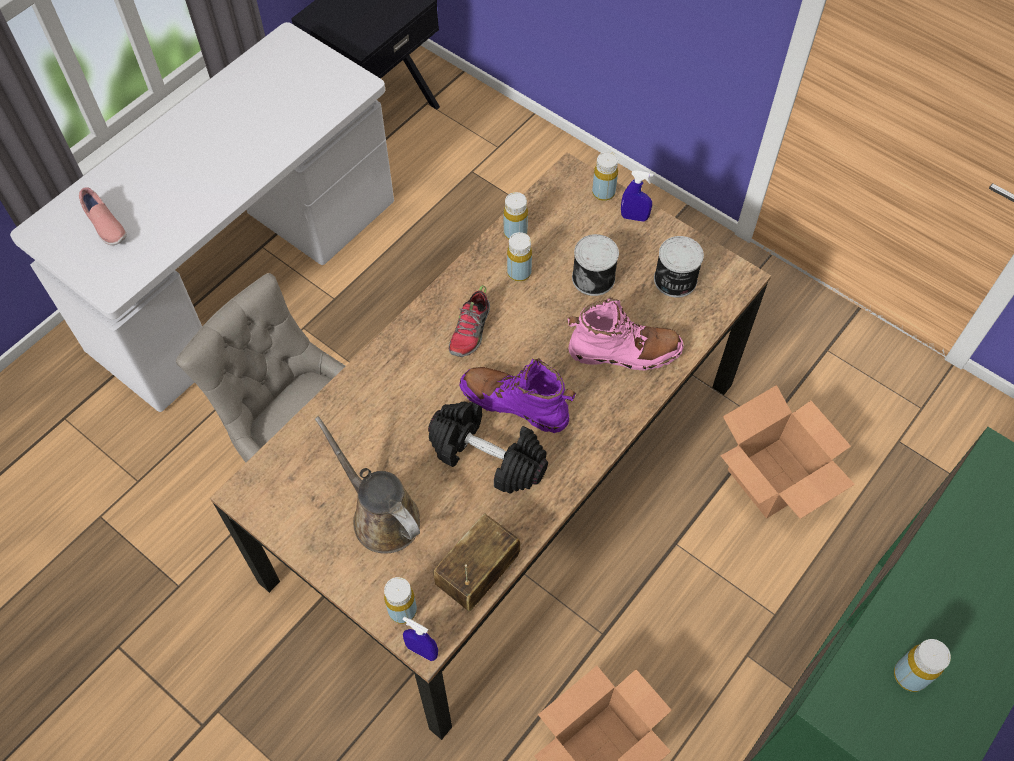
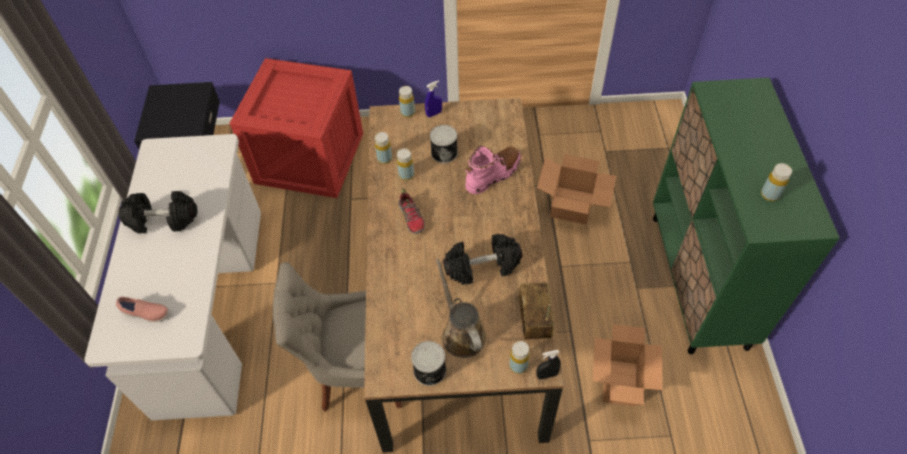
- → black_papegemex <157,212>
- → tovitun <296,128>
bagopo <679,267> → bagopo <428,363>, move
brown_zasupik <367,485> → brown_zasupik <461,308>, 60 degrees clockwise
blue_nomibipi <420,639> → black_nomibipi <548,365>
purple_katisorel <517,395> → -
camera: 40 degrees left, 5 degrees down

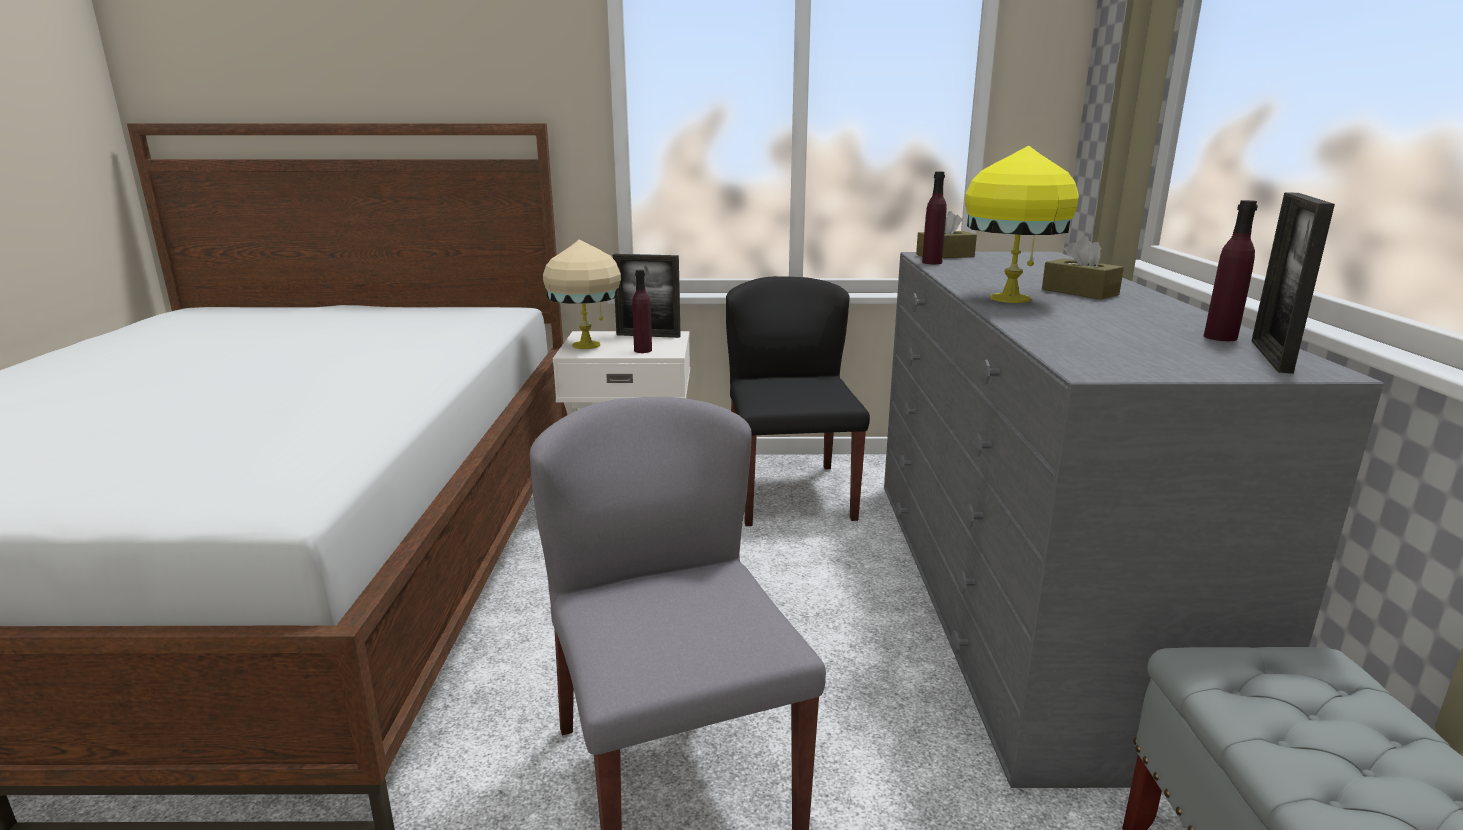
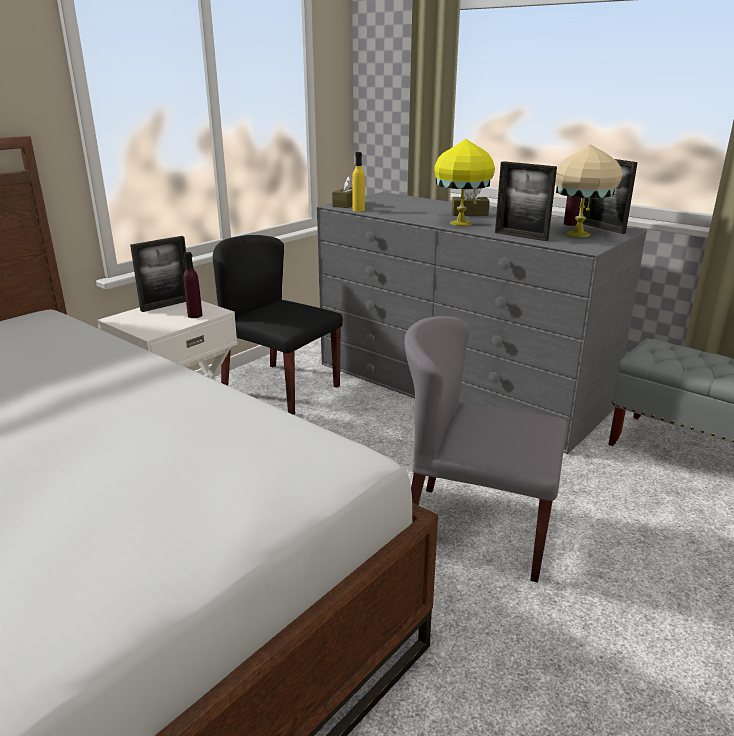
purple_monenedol <934,218> → yellow_monenedol <358,182>
- → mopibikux <526,201>
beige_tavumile <582,294> → beige_tavumile <588,190>, move
camera: 50 degrees left, 5 degrees up

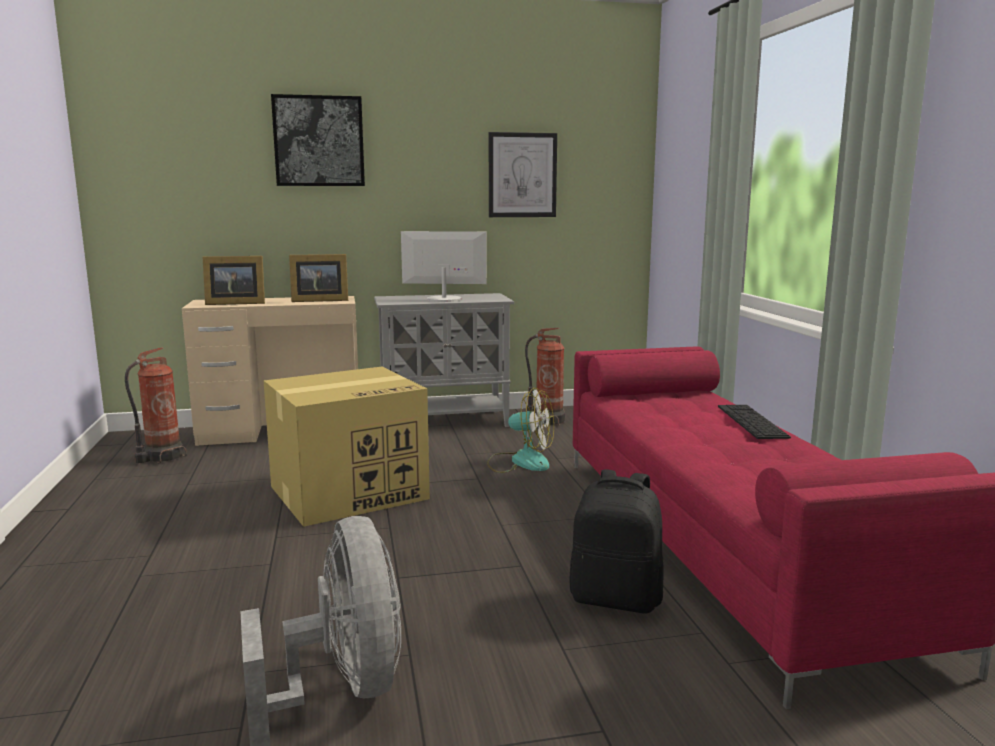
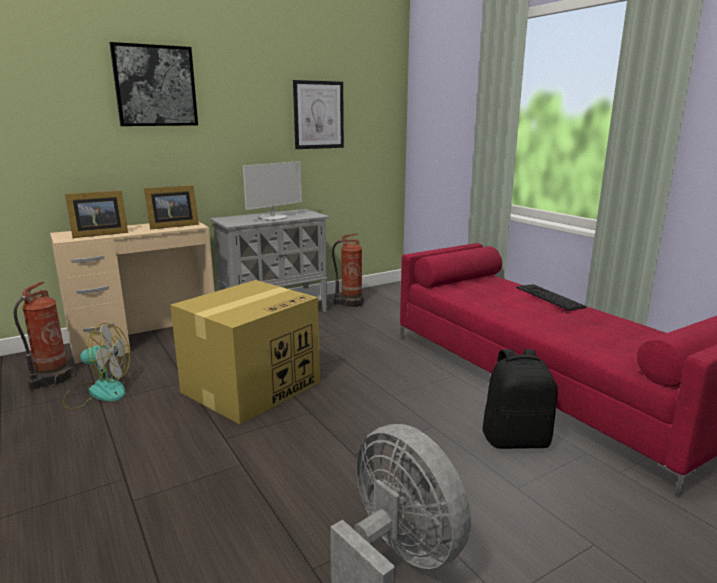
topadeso <520,430> → topadeso <96,366>, move
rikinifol <444,266> → rikinifol <272,191>, 150 degrees clockwise
camera: 20 degrees left, 5 degrees up

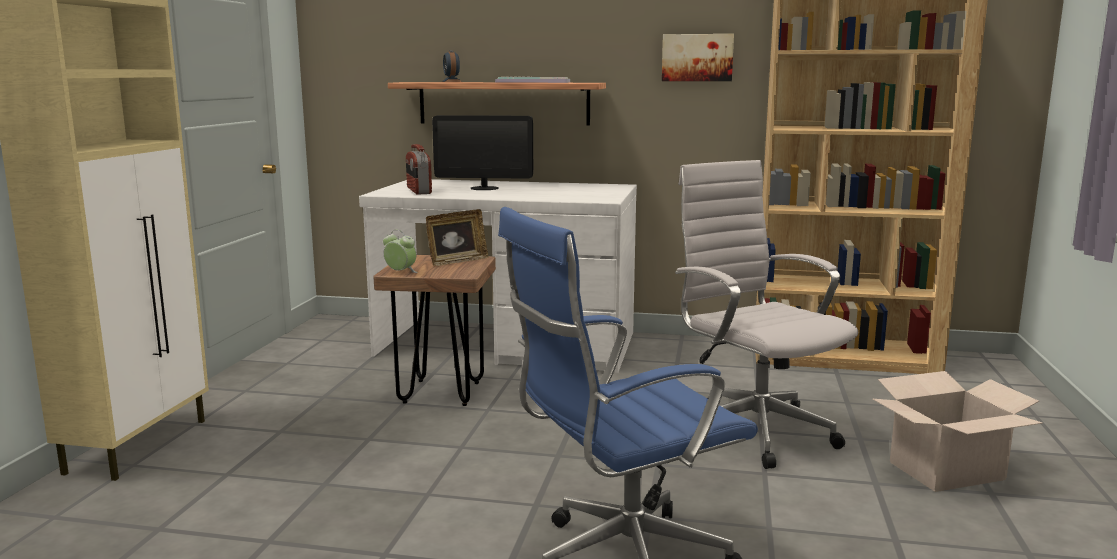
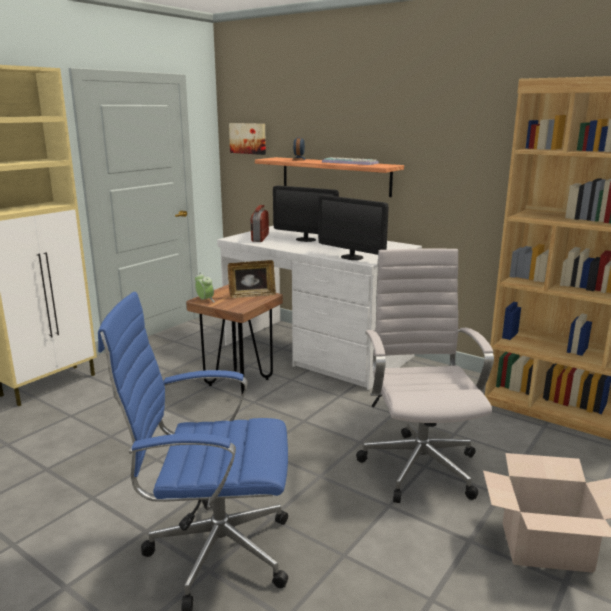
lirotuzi <698,57> → lirotuzi <247,139>, move
- → rikinifol <353,227>
camera: 25 degrees right, 5 degrees up

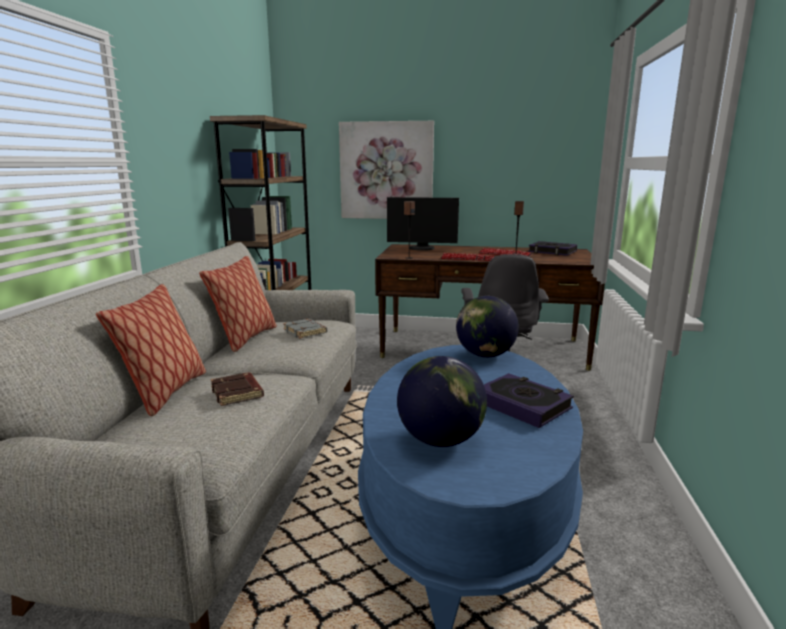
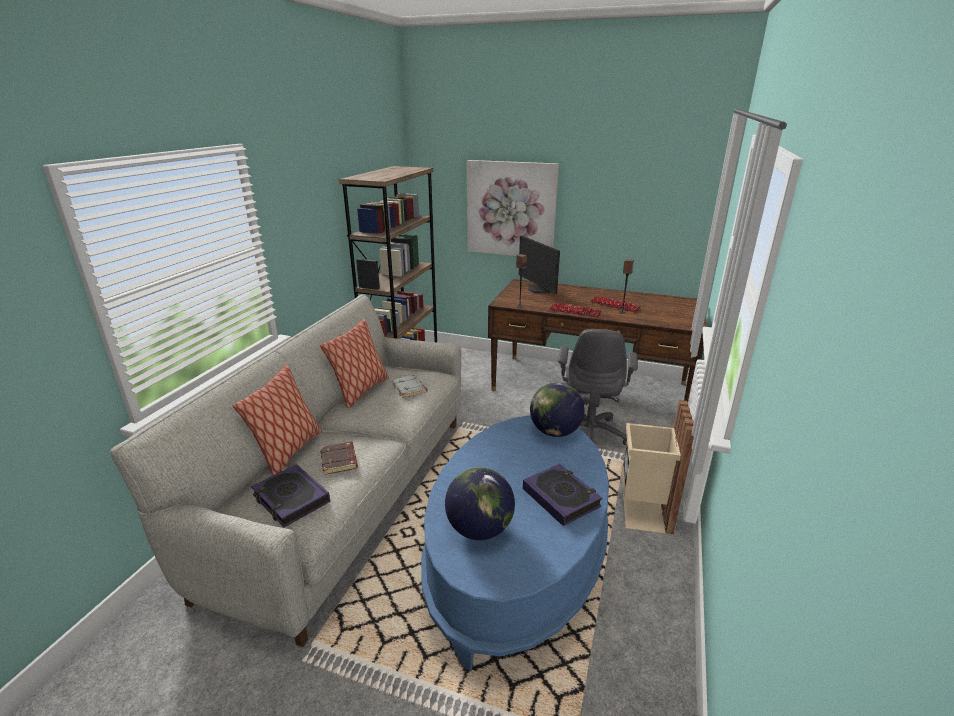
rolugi <552,248> → rolugi <291,495>, move
rikinifol <423,224> → rikinifol <539,264>, 45 degrees clockwise
- → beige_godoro <658,467>
camera: 10 degrees right, 10 degrees up

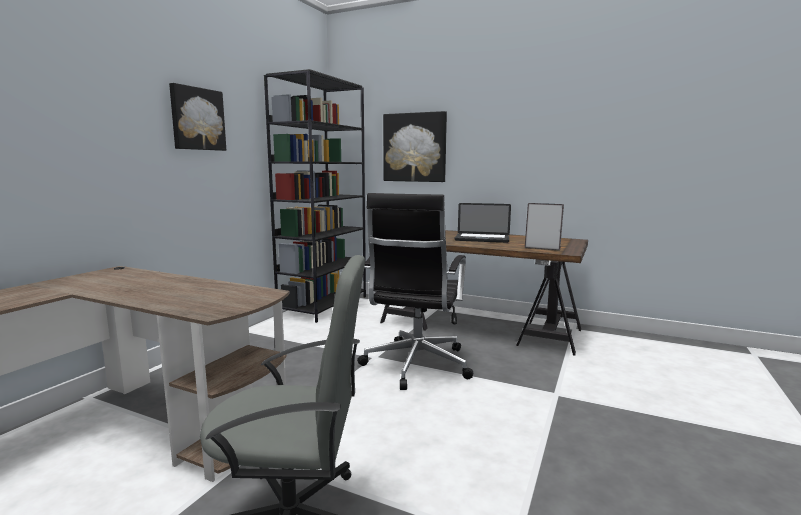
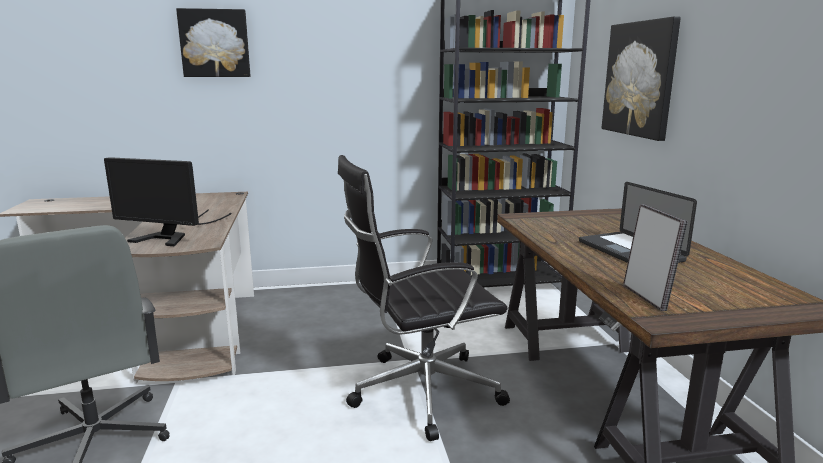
- → rikinifol <168,201>
lirotuzi <197,117> → lirotuzi <213,42>, move
camera: 55 degrees right, 5 degrees up

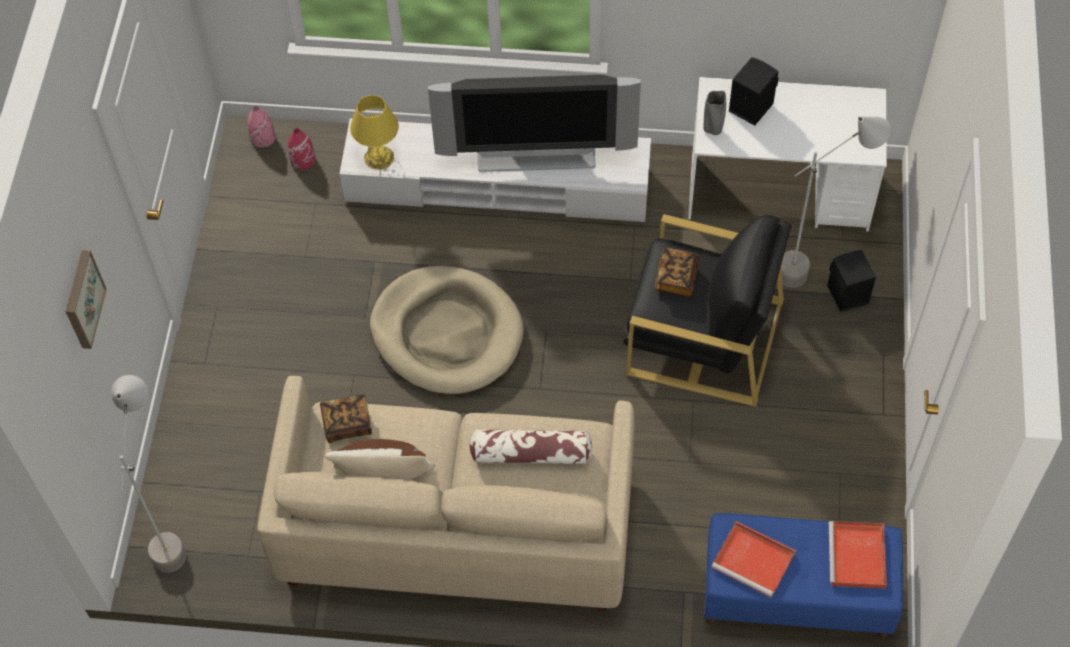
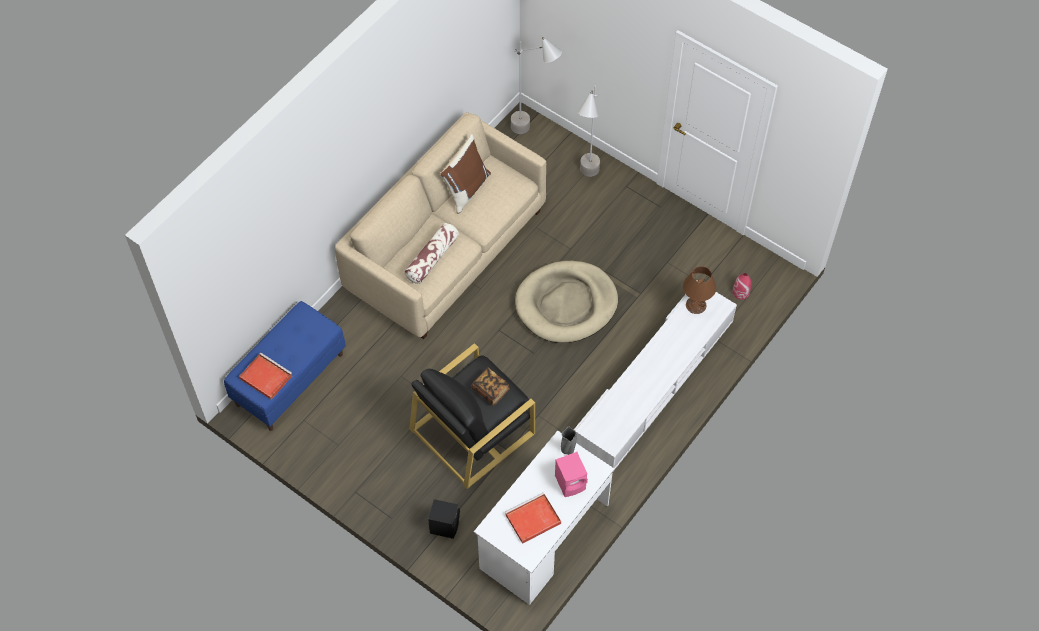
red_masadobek <754,559> → red_masadobek <533,518>, move
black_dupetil <753,91> → pink_dupetil <571,474>
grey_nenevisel <836,202> → grey_nenevisel <588,131>, move
yellow_tavumile <374,132> → brown_tavumile <699,290>
lirotuzi <86,299> → -
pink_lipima <261,127> → -
rolugi <346,418> → -
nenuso <534,123> → -
camera: 120 degrees right, 0 degrees up

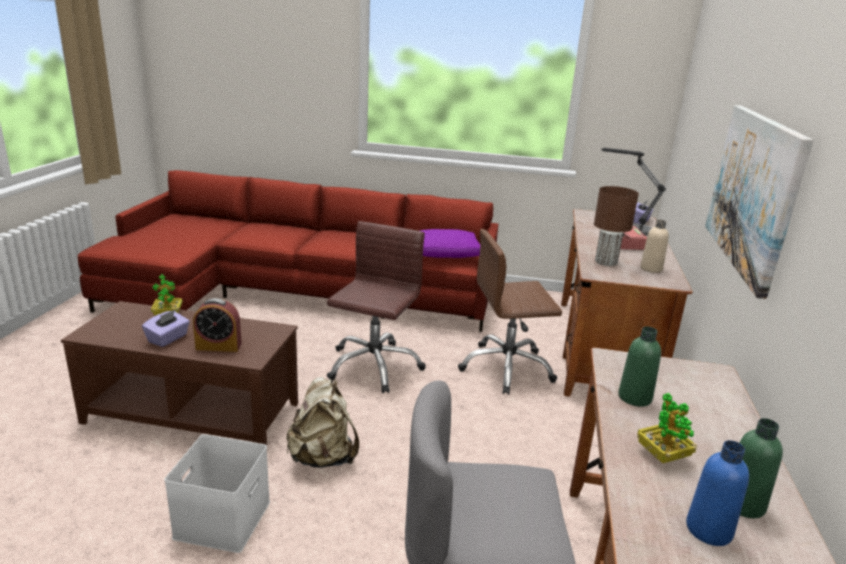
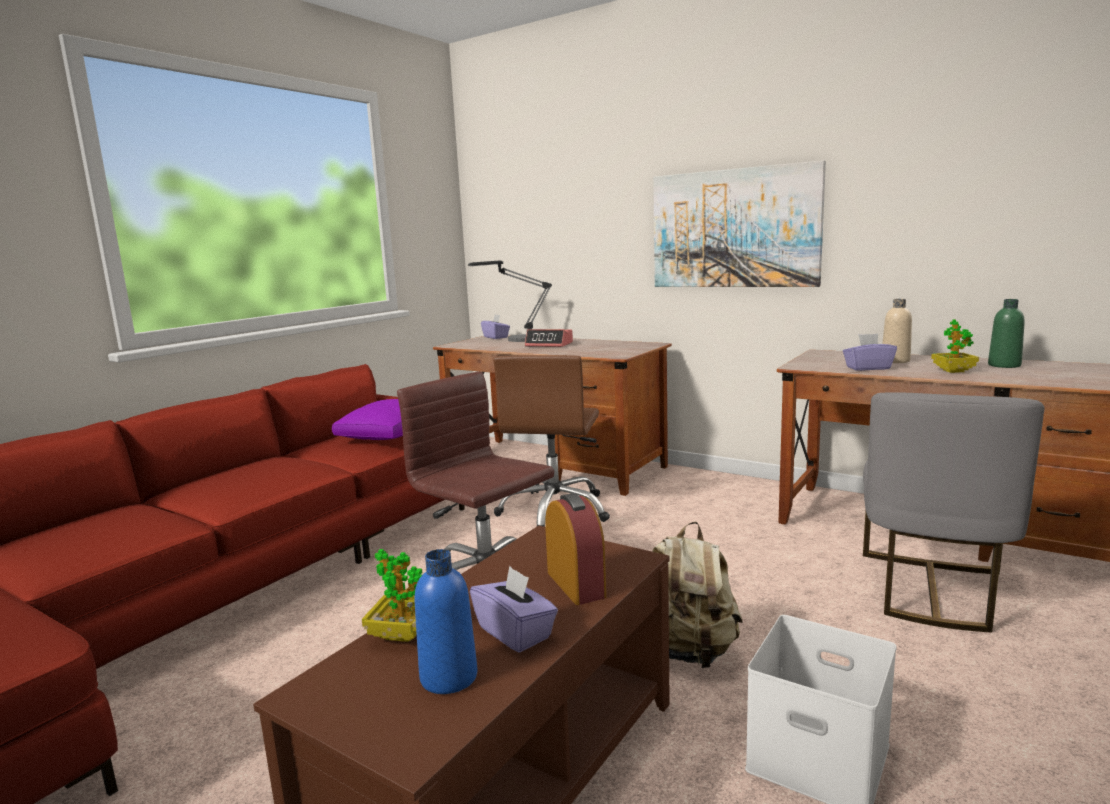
blue_monenedol <717,493> → blue_monenedol <446,621>, move
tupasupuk <217,325> → tupasupuk <575,549>, 45 degrees counterclockwise
green_monenedol <639,366> → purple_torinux <870,352>
beige_monenedol <654,246> → beige_monenedol <897,331>, move
brown_tavumile <616,226> → -
camera: 65 degrees left, 10 degrees down

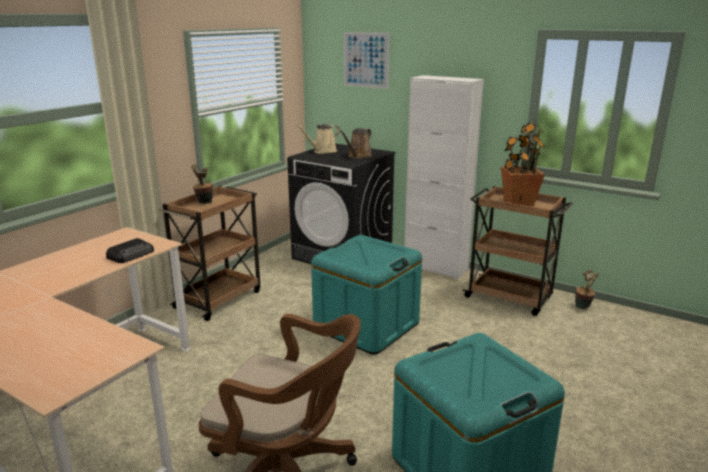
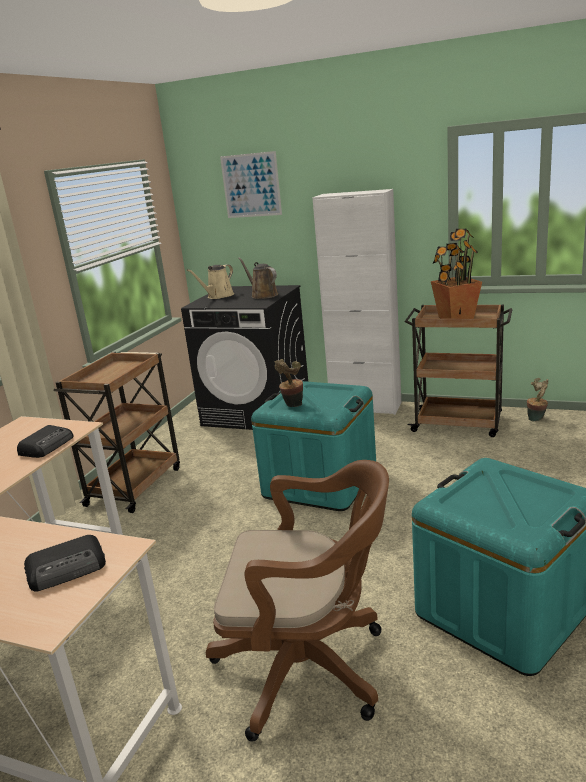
- → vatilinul <65,563>
brown_zasupik <356,143> → brown_zasupik <258,278>, 120 degrees clockwise
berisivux <201,184> → berisivux <288,383>, move
camera: 10 degrees left, 0 degrees up

